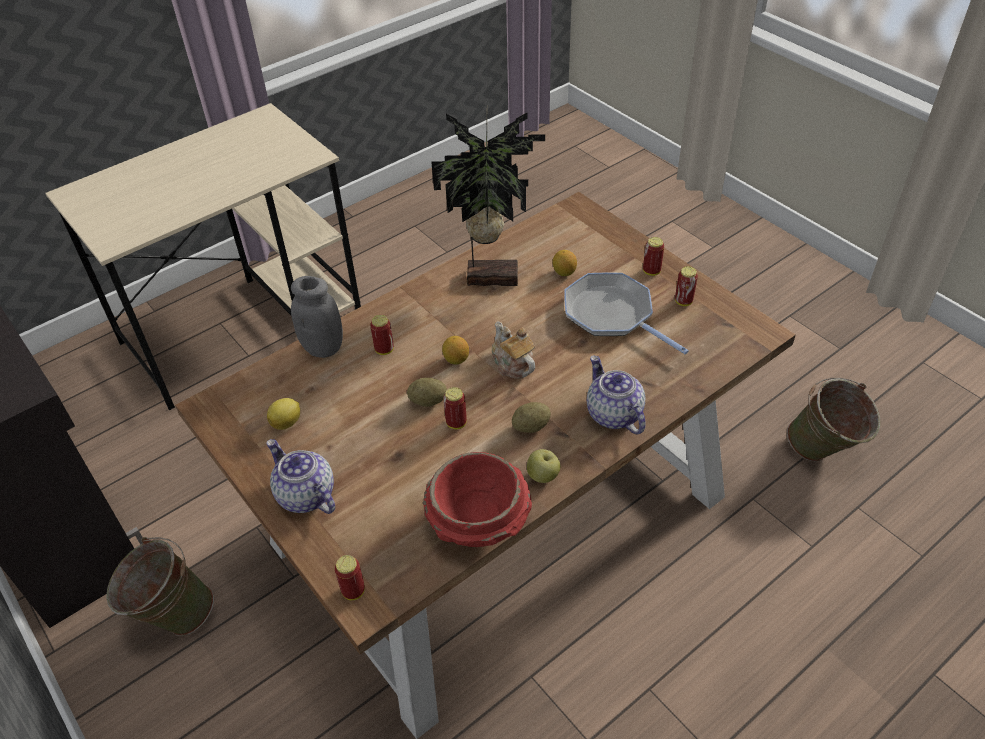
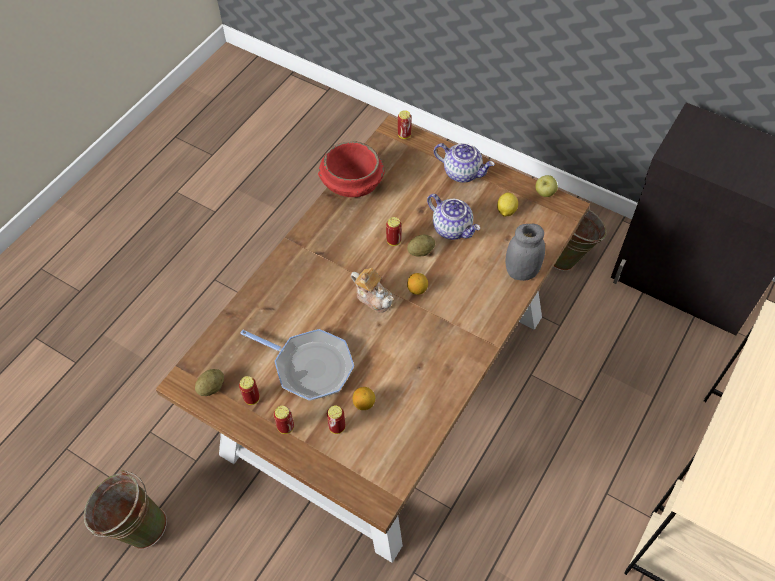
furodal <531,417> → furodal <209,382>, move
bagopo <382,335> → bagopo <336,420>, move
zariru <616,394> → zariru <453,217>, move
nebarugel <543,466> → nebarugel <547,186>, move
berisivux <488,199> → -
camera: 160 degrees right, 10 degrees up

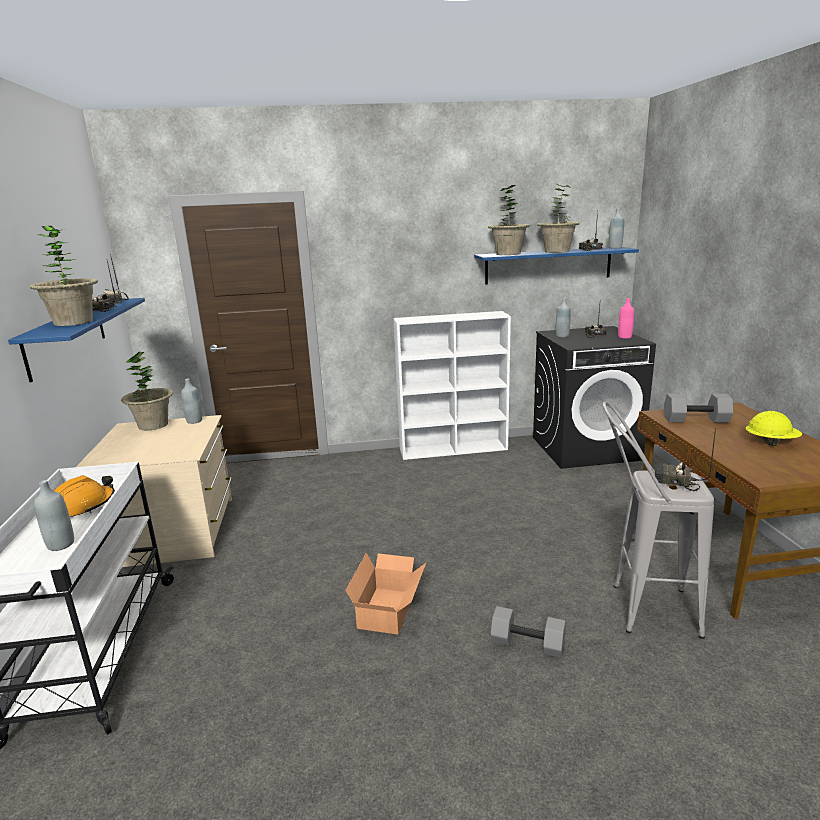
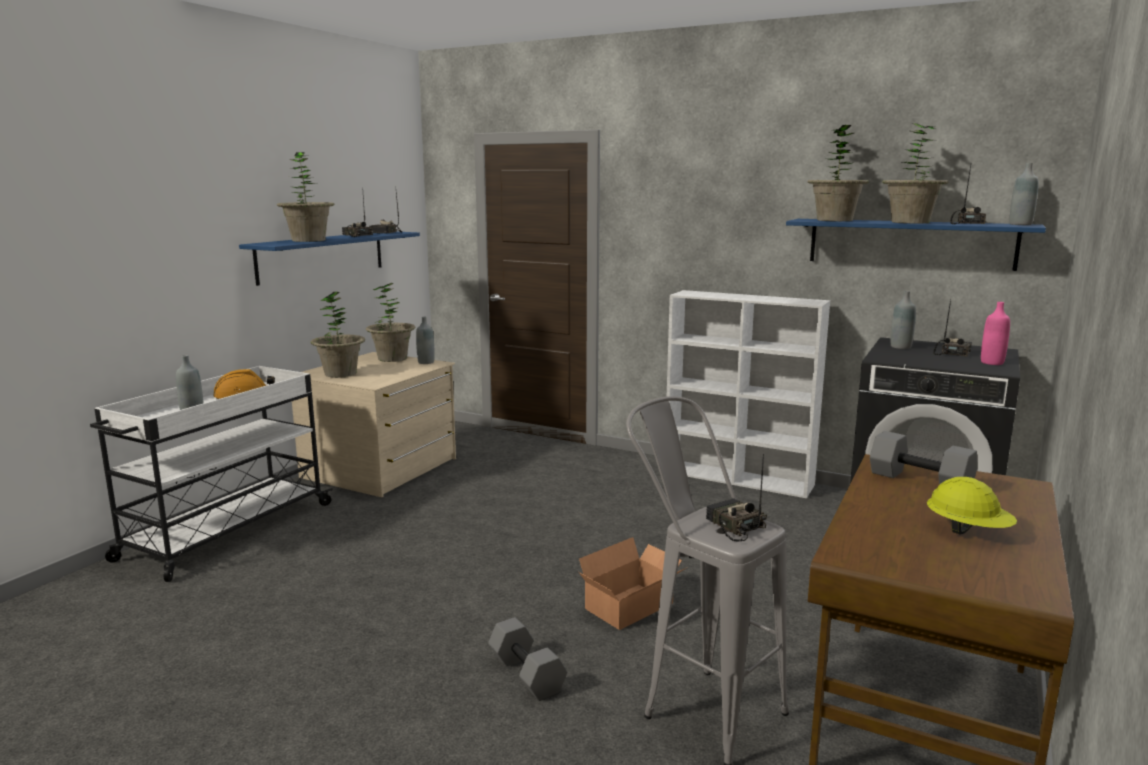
- → berisivux <338,335>
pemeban <386,594> → pemeban <632,583>, move
camera: 35 degrees right, 5 degrees down

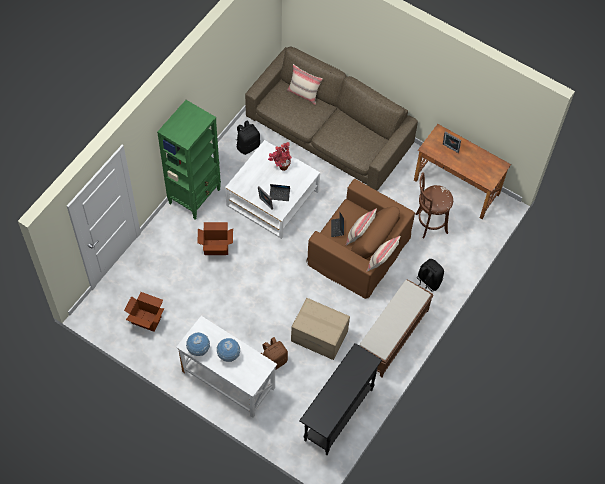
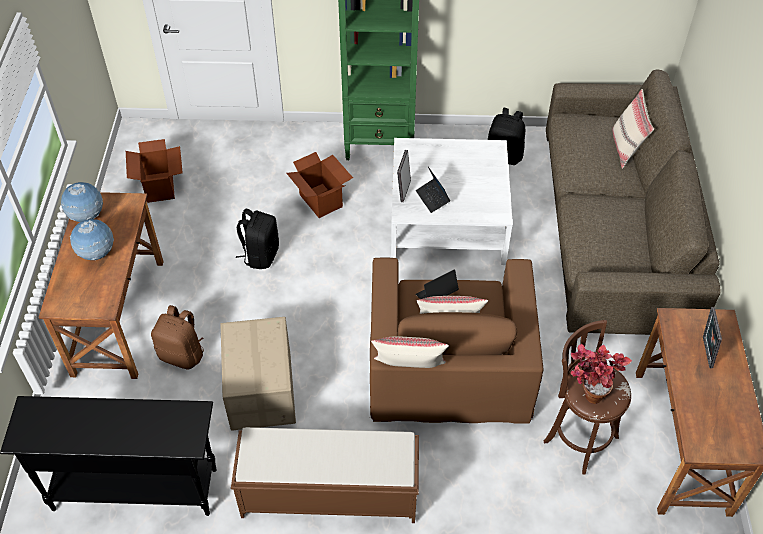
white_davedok <226,367> → brown_davedok <100,285>
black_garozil <430,275> → black_garozil <257,239>, move
berisivux <280,156> → berisivux <601,374>, move
camera: 60 degrees right, 10 degrees down

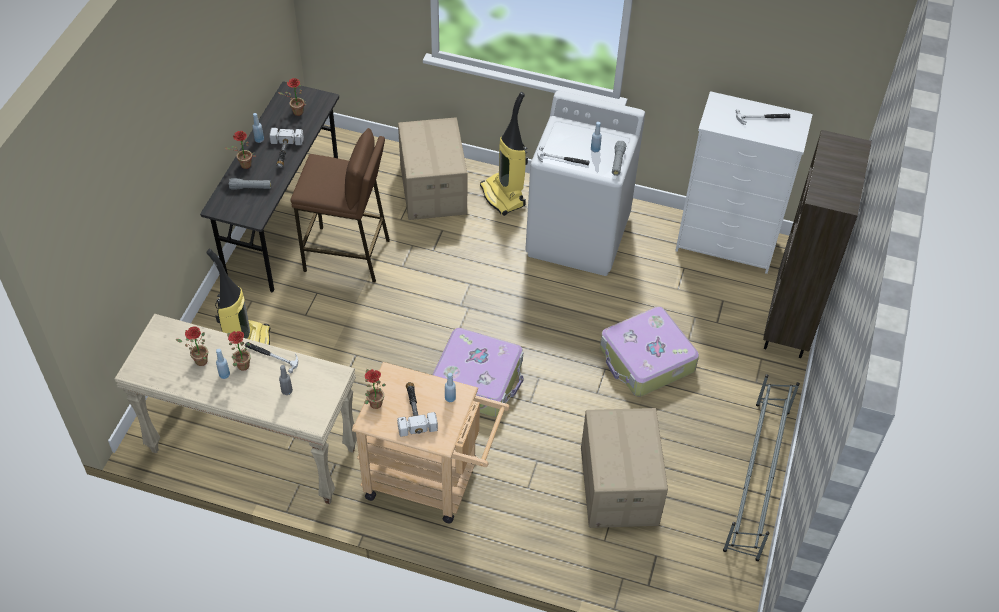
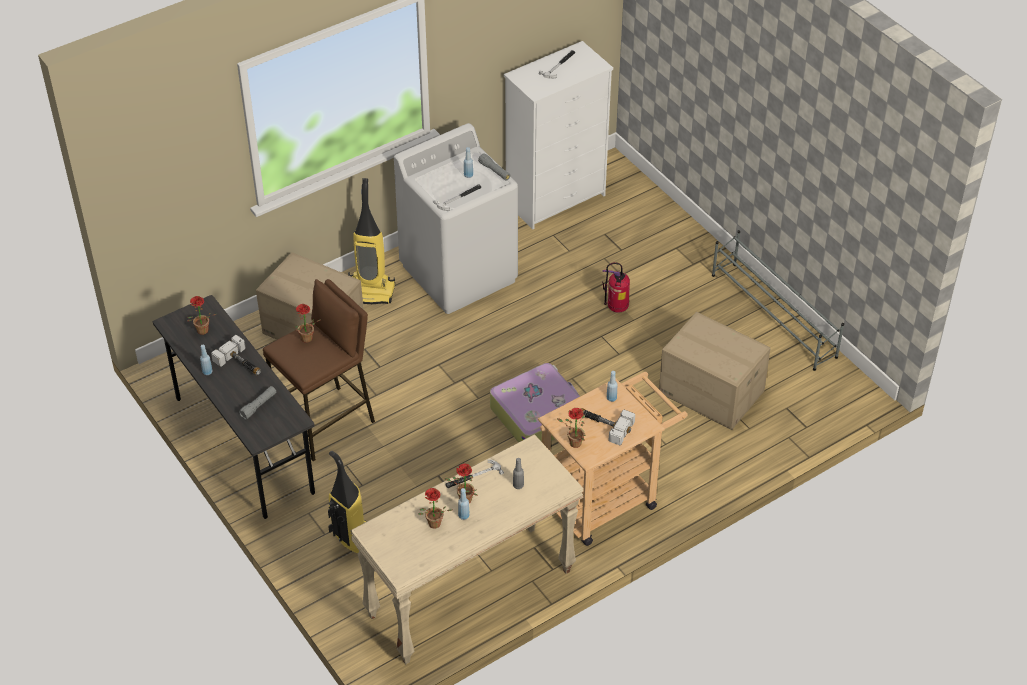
berisivux <240,150> → berisivux <307,323>, move
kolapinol <649,351> → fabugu <616,287>
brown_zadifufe <817,244> → -
camera: 50 degrees left, 5 degrees down

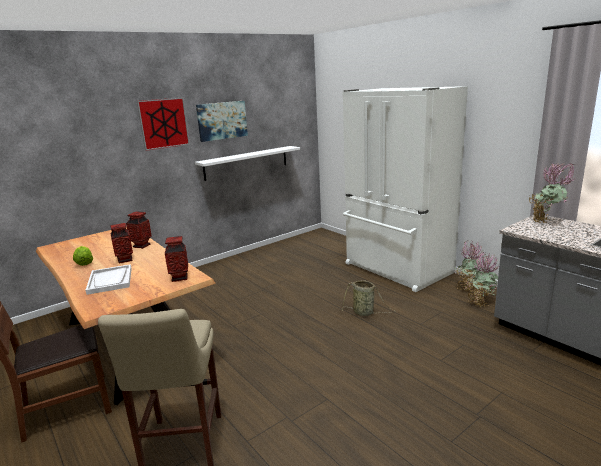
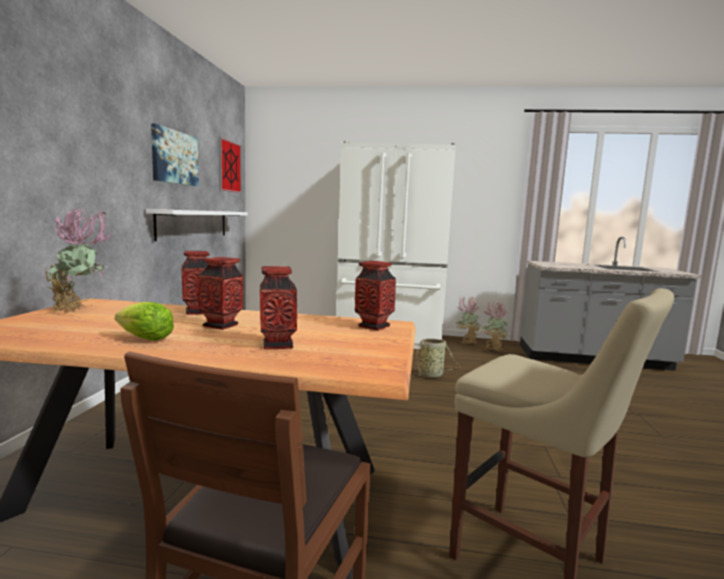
berisivux <553,193> → berisivux <78,259>, move
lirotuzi <163,124> → lirotuzi <230,165>, move
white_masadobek <109,279> → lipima <278,307>
camera: 45 degrees left, 10 degrees down

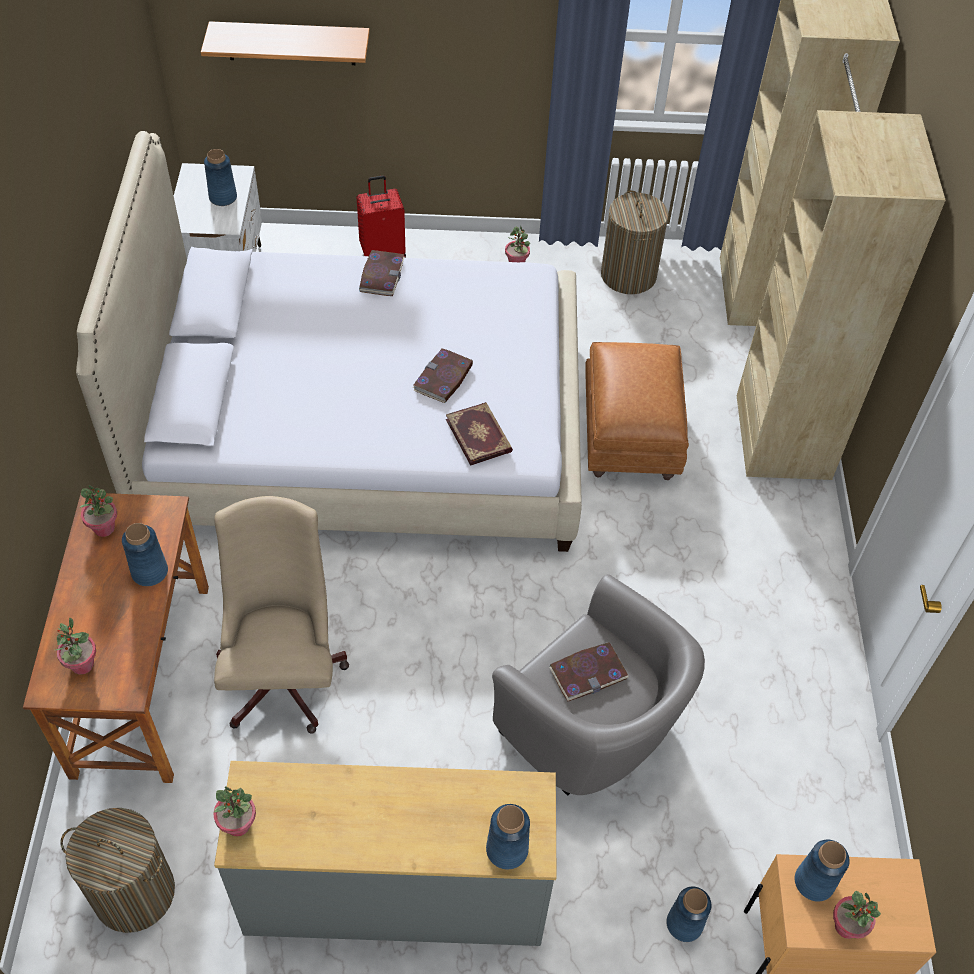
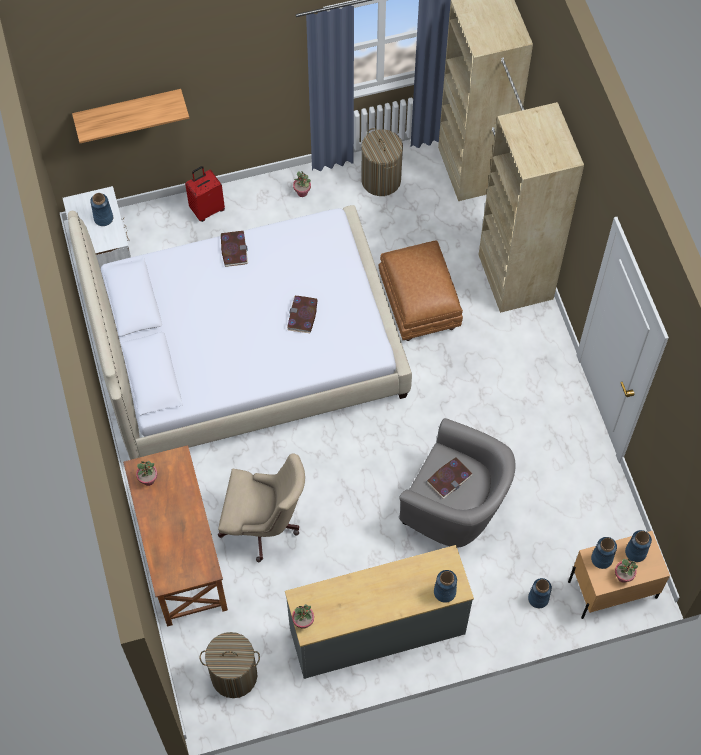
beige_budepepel <281,615> → beige_budepepel <261,508>, 120 degrees clockwise
blue_lipima <145,554> → blue_lipima <638,546>, move
berisivux <76,646> → -
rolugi <479,434> → -
camera: 15 degrees left, 10 degrees up

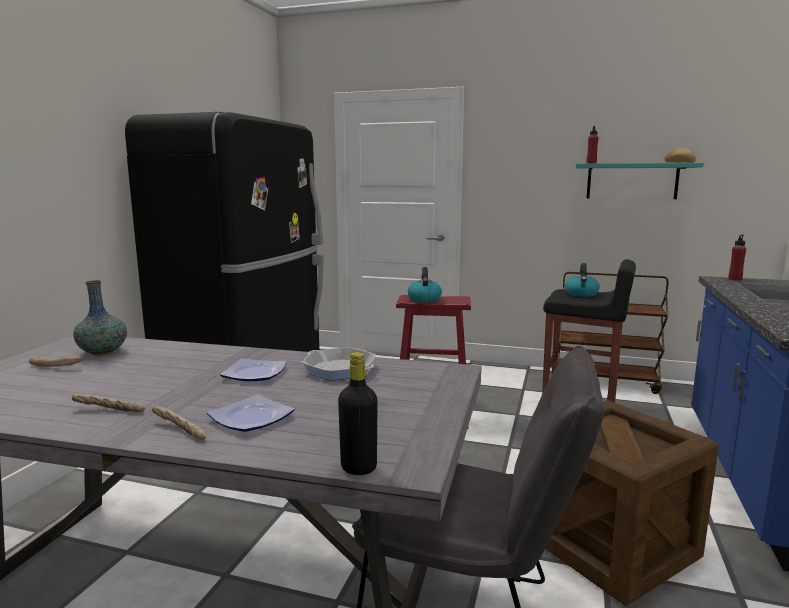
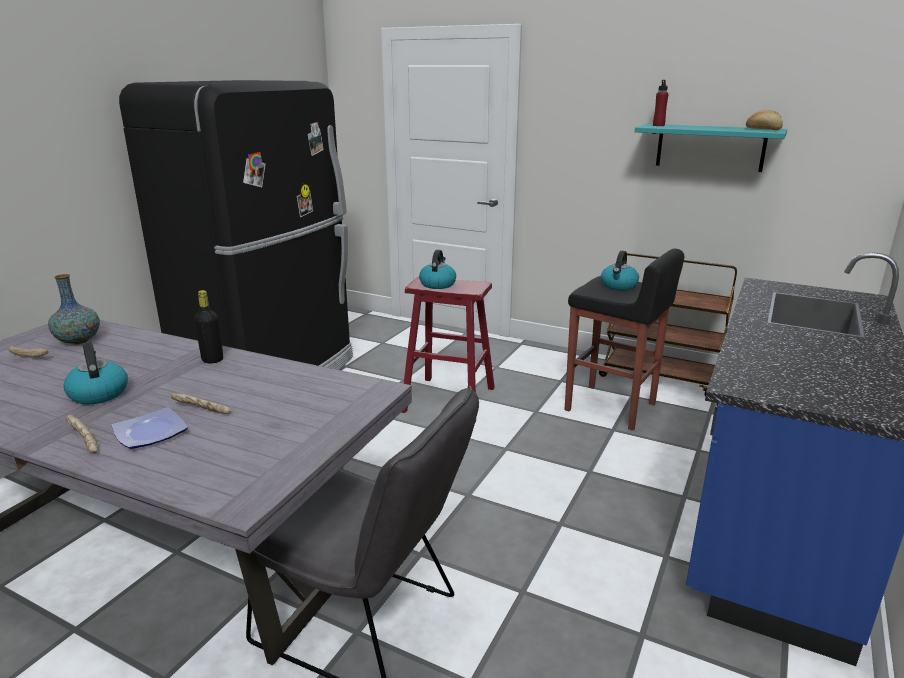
- → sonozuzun <95,373>
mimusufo <109,403> → mimusufo <201,403>, move
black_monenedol <358,413> → black_monenedol <208,326>, move
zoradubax <253,369> → -
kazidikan <339,364> → -
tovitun <632,503> → -
red_monenedol <737,258> → -
camera: 10 degrees right, 10 degrees up

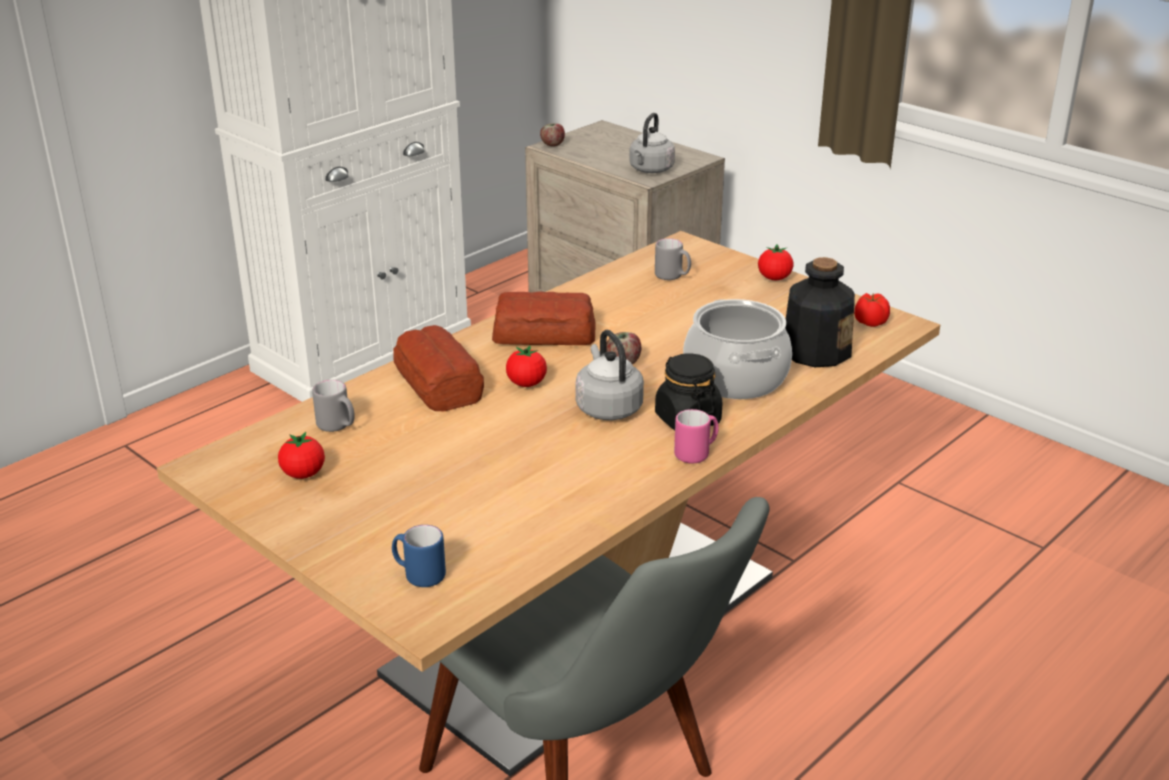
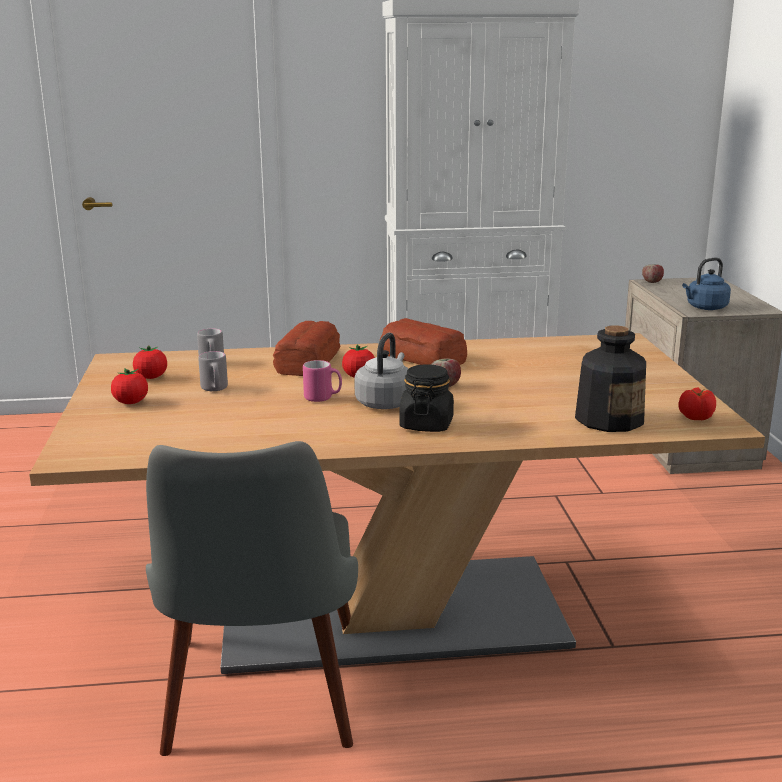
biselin <776,262> → biselin <129,386>, move
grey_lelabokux <673,259> → grey_lelabokux <213,371>, move
pink_lelabokux <696,436> → pink_lelabokux <322,381>, move
grey_sonozuzun <652,143> → blue_sonozuzun <706,283>
blue_lelabokux <419,556> → -
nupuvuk <737,349> → -
camera: 40 degrees right, 10 degrees down

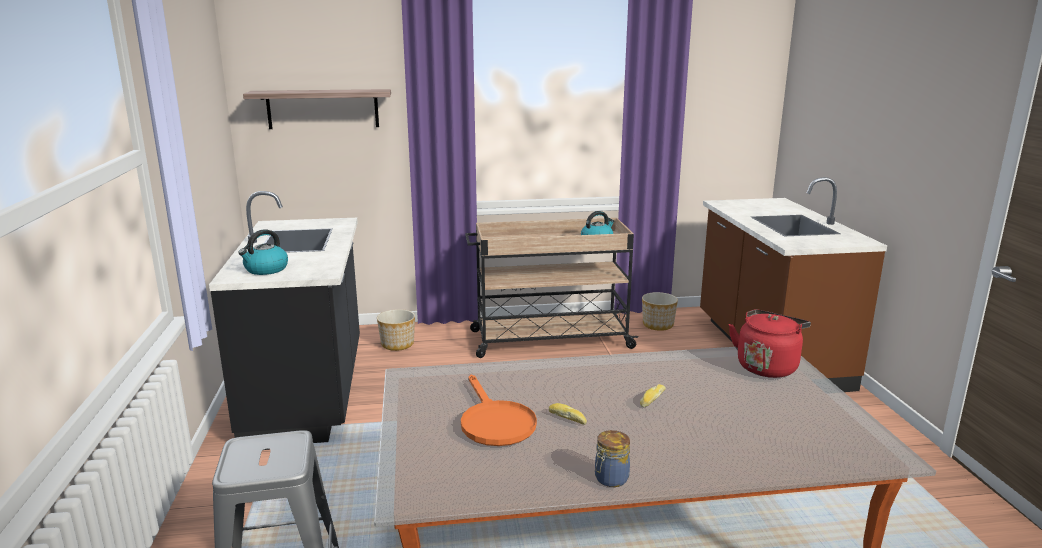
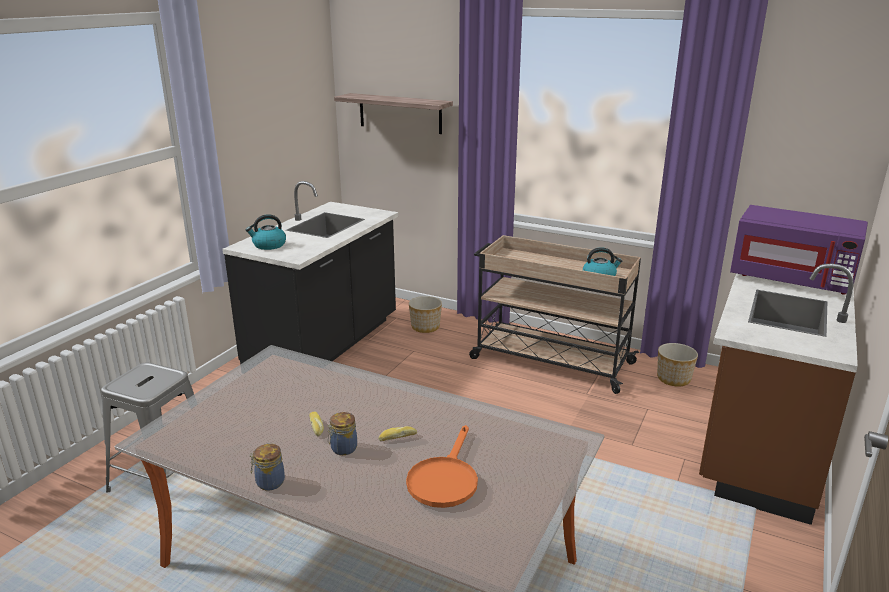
- → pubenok <342,433>
orange_kazidikan <499,410> → orange_kazidikan <442,466>, move
- → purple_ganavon <799,250>
red_sonozuzun <770,343> → -
camera: 35 degrees right, 5 degrees up

